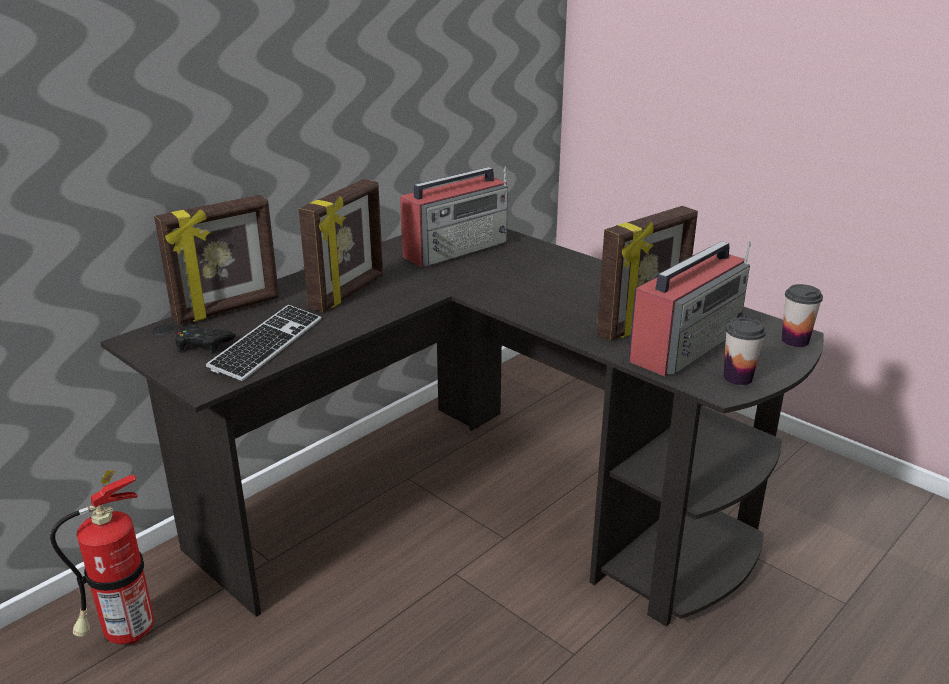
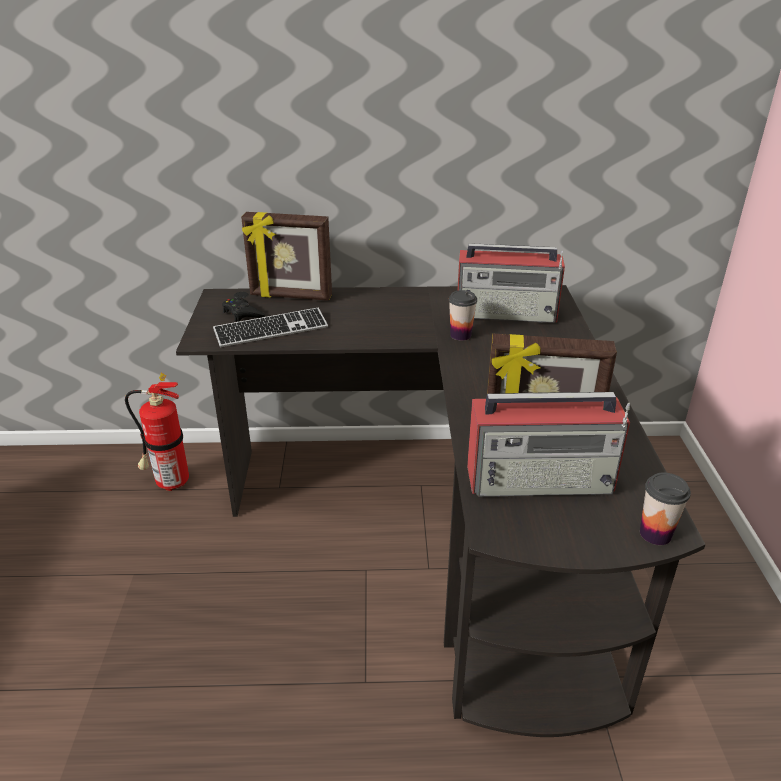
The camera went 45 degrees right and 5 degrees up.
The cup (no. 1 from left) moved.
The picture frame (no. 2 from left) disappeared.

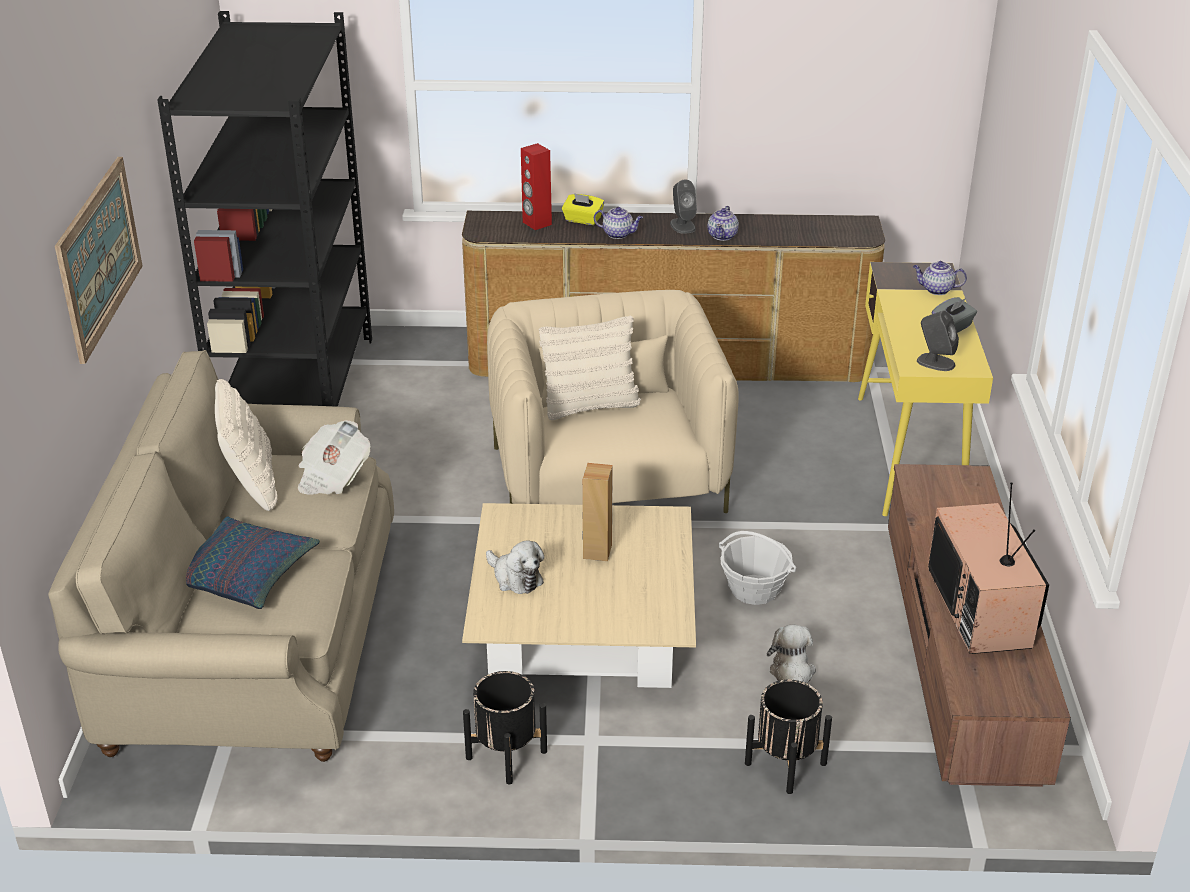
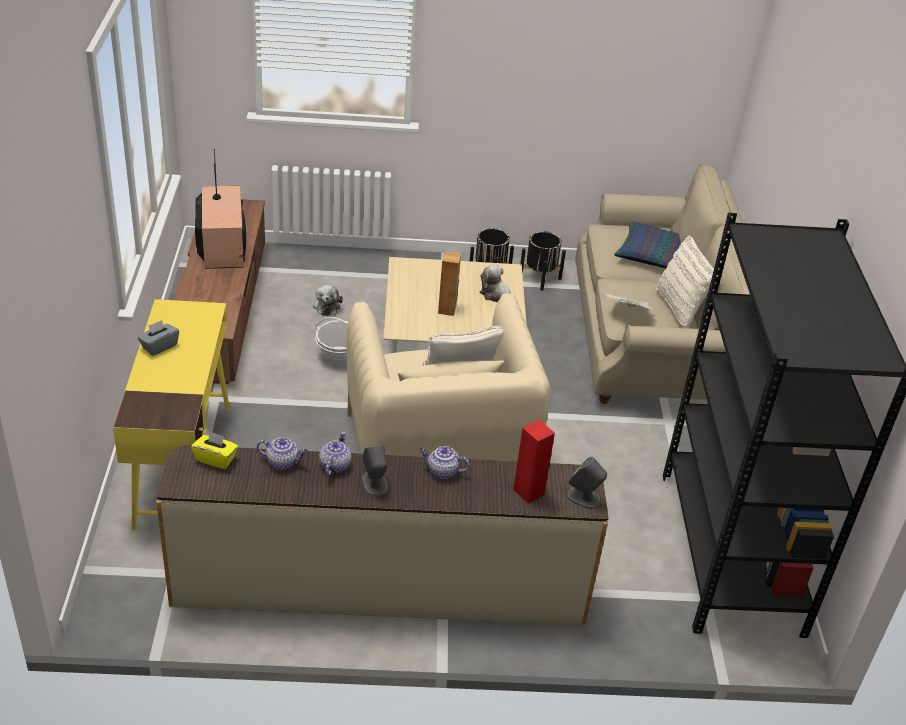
The camera went 175 degrees right and 5 degrees up.
The yellow tissue box moved.
The teapot (no. 3 from left in the first image) moved.
The black planter (no. 2 from left) moved.
The grey speaker (no. 2 from left) moved.
The picture disappeared.

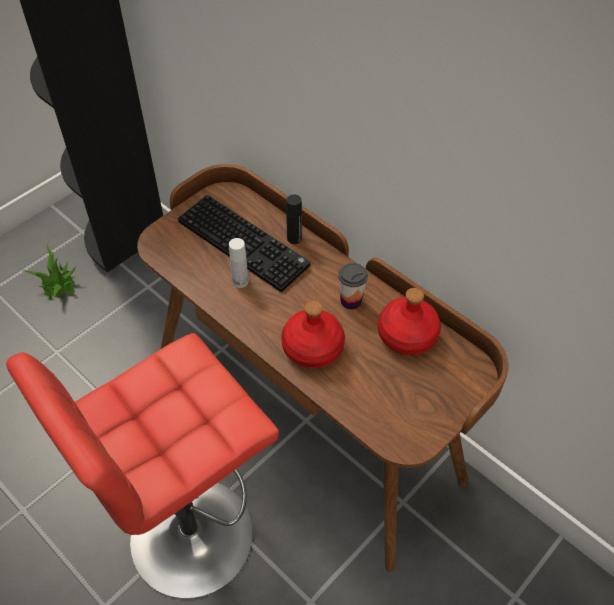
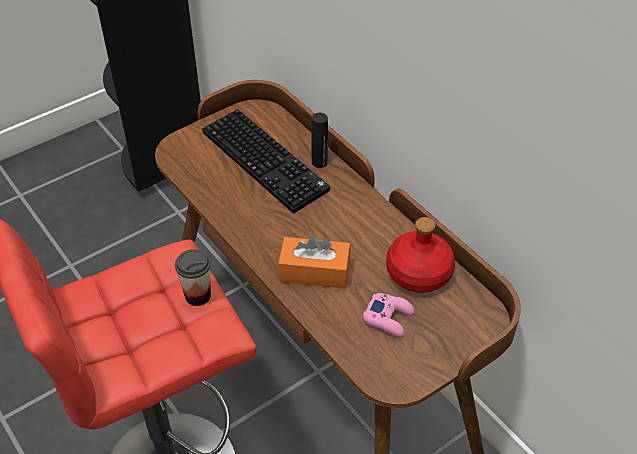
The camera went 10 degrees right and 5 degrees down.
The cup moved.
The red bottle (no. 1 from left) was replaced by the orange tissue box.
The pink game controller appeared.
The potted plant disappeared.
The white bottle disappeared.

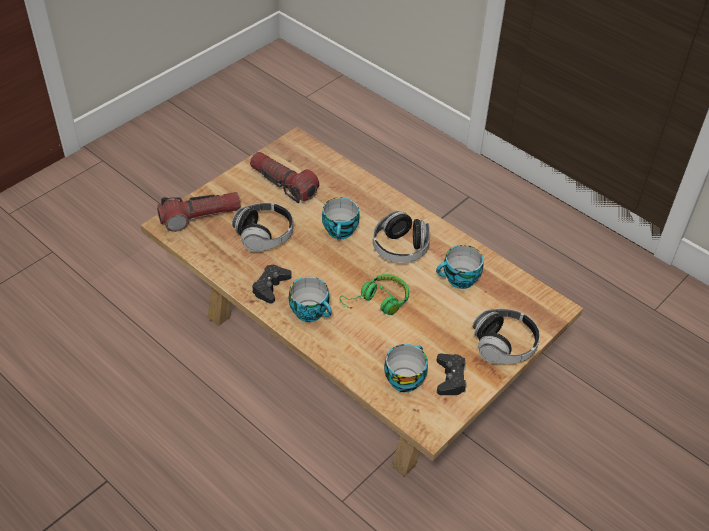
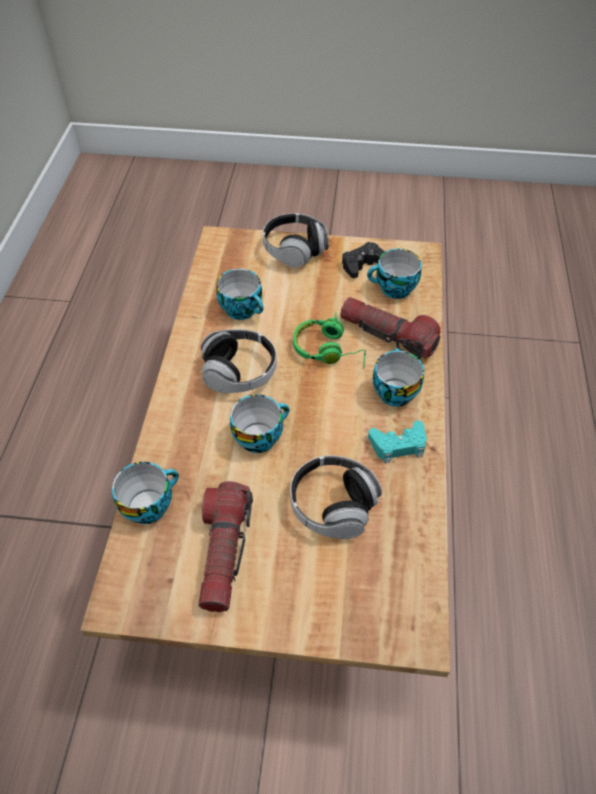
The camera went 125 degrees left and 5 degrees up.
The cup (no. 1 from left) appeared.
The flashlight (no. 1 from left in the first image) moved.
The black game controller (no. 1 from left) became the turquoise game controller.

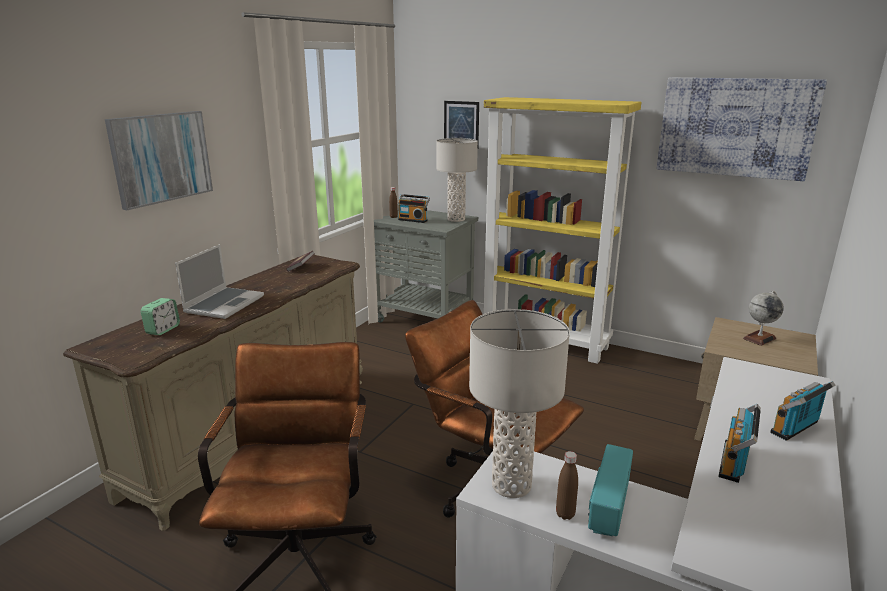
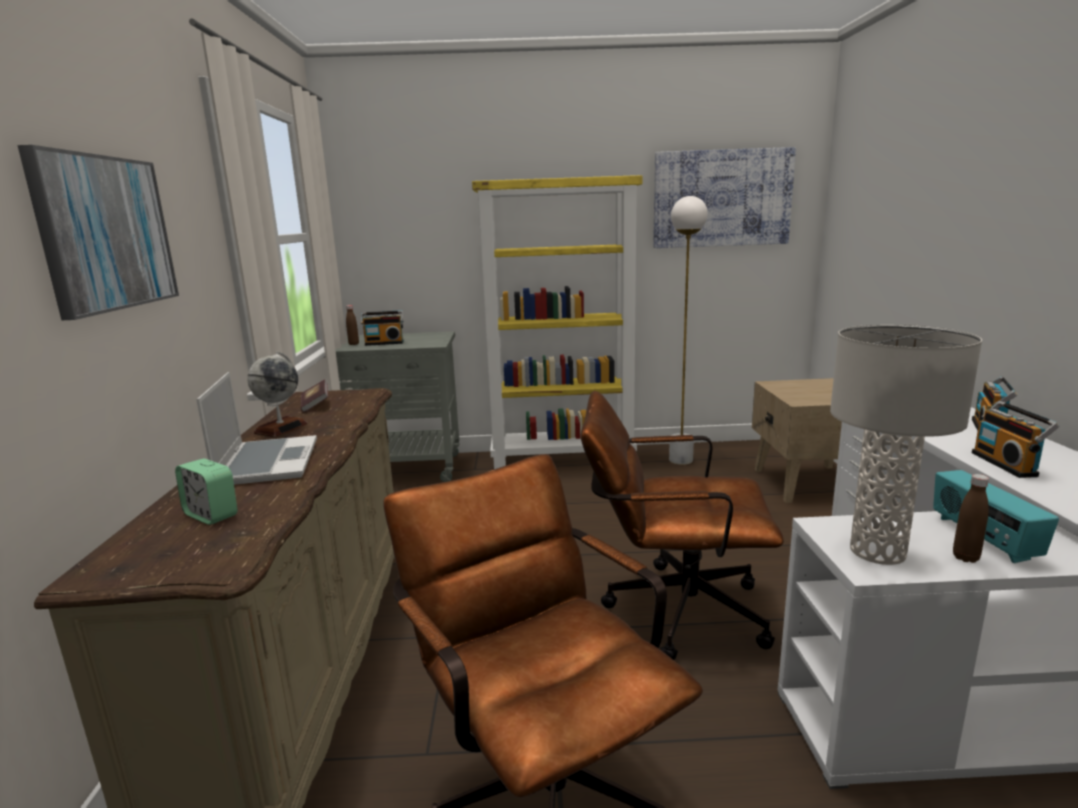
The camera went 30 degrees left and 5 degrees down.
The alarm clock turned 135 degrees clockwise.
The globe moved.
The white floor lamp appeared.
The white table lamp (no. 1 from left) disappeared.
The picture (no. 2 from left) disappeared.

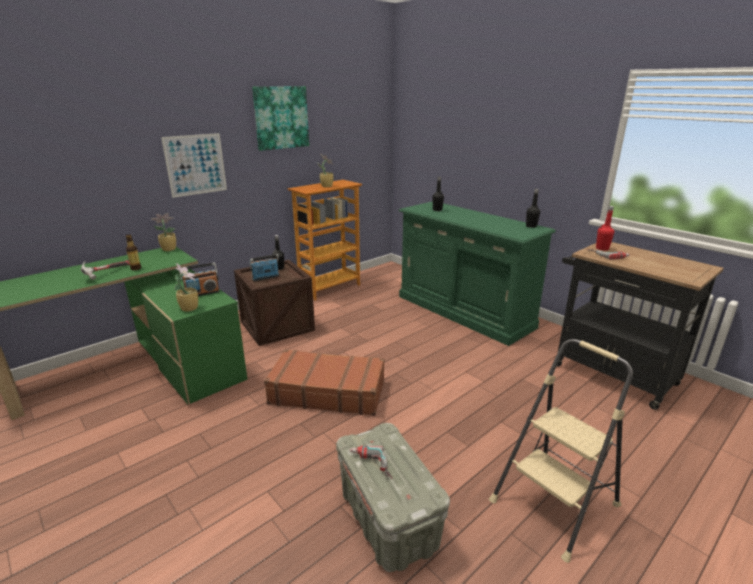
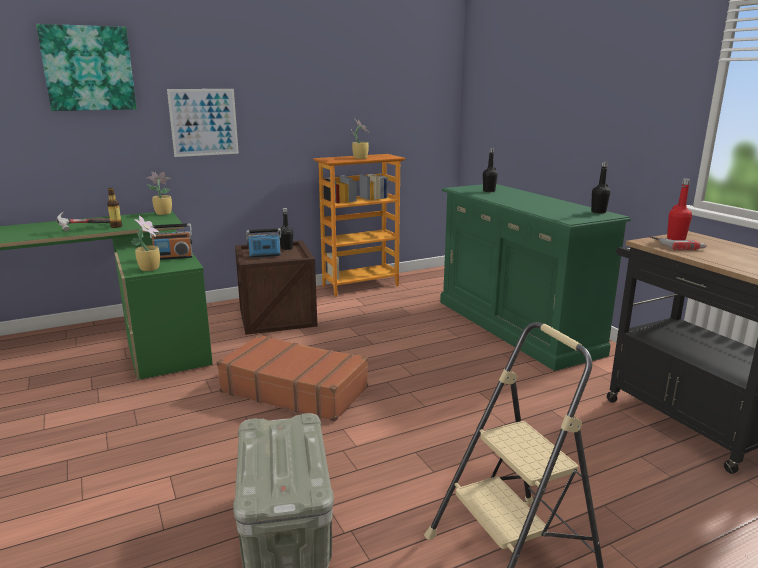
The camera went 15 degrees right and 5 degrees down.
The picture (no. 2 from left in the first image) moved.
The power drill (no. 1 from left) disappeared.

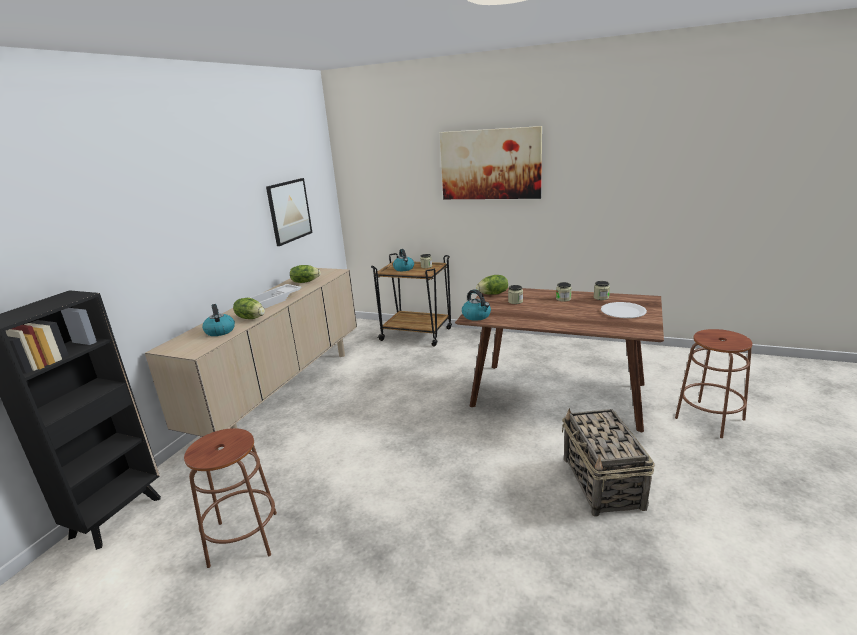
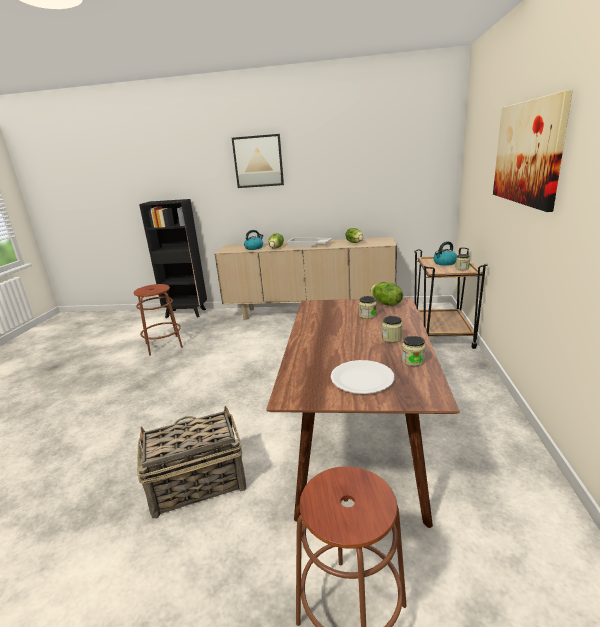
The camera went 75 degrees right and 0 degrees up.
The picture (no. 1 from left) moved.
The kettle (no. 3 from left) disappeared.

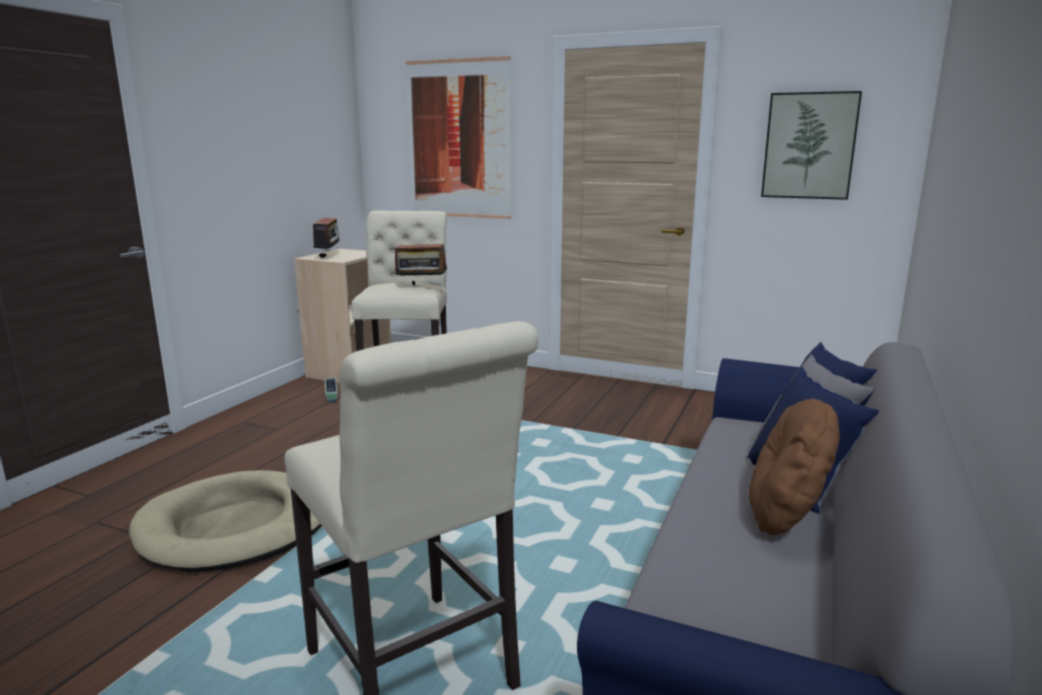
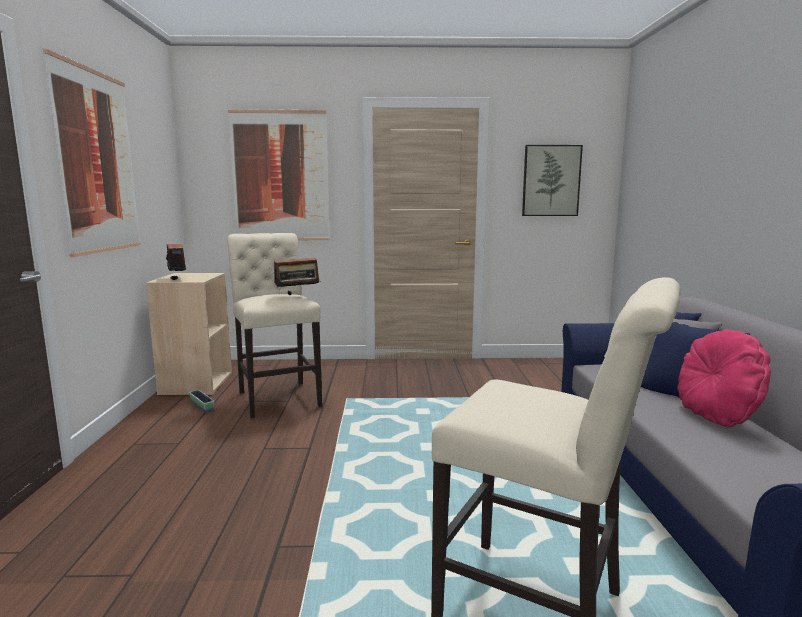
The camera went 25 degrees left and 5 degrees down.
The picture (no. 1 from left) appeared.
The brown pillow became the pink pillow.
The beige dog bed disappeared.

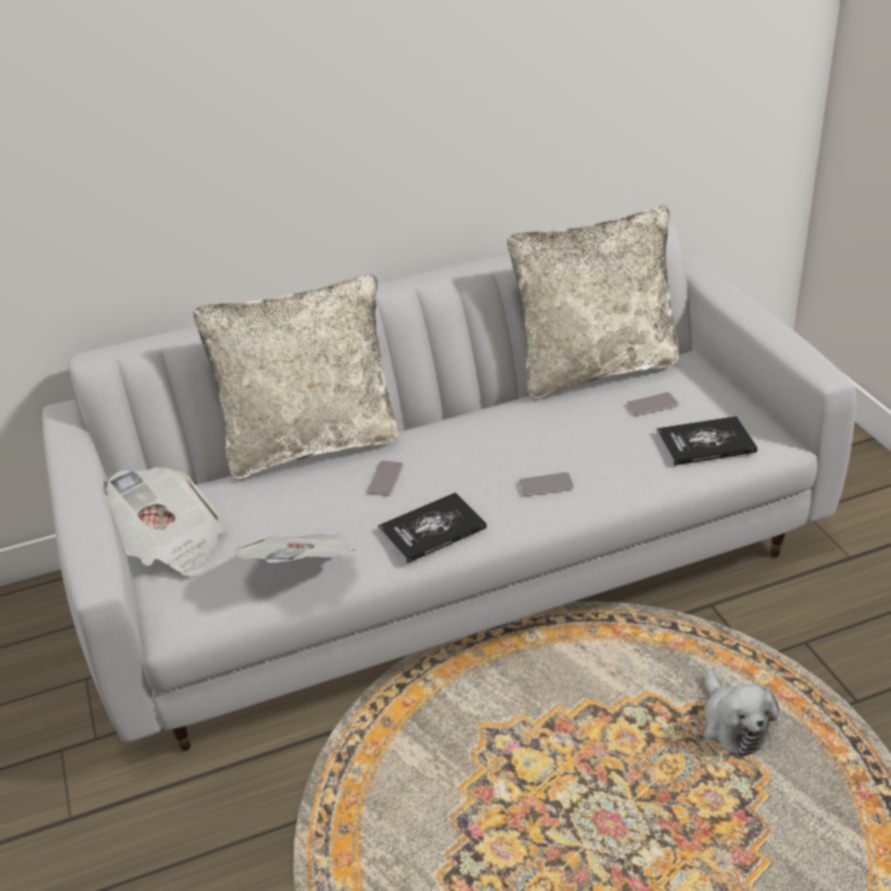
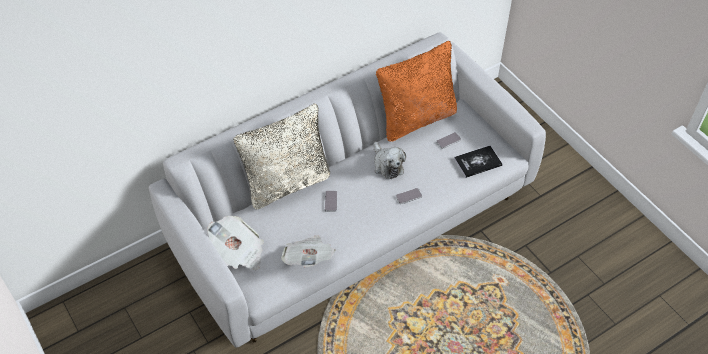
The camera went 15 degrees left and 15 degrees up.
The plush toy moved.
The beige pillow (no. 2 from left) became the orange pillow.
The book (no. 1 from left) disappeared.

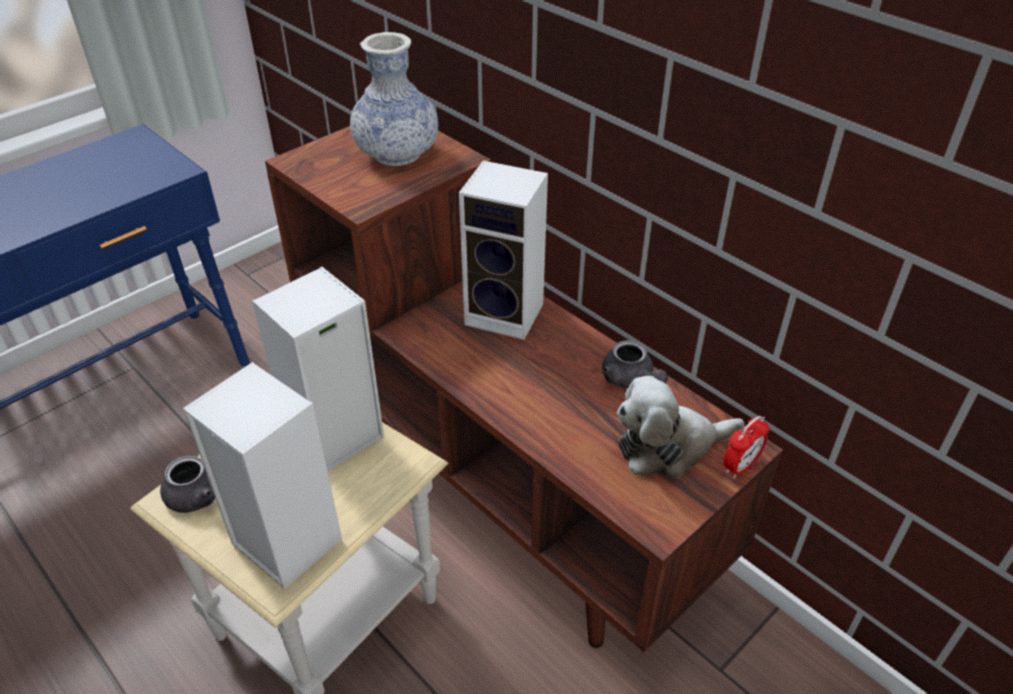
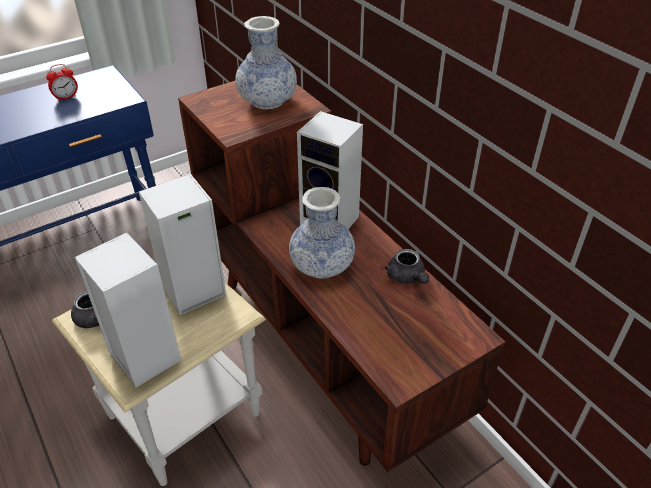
The camera went 10 degrees right and 0 degrees up.
The alarm clock moved.
The vase (no. 2 from left) appeared.
The plush toy disappeared.

